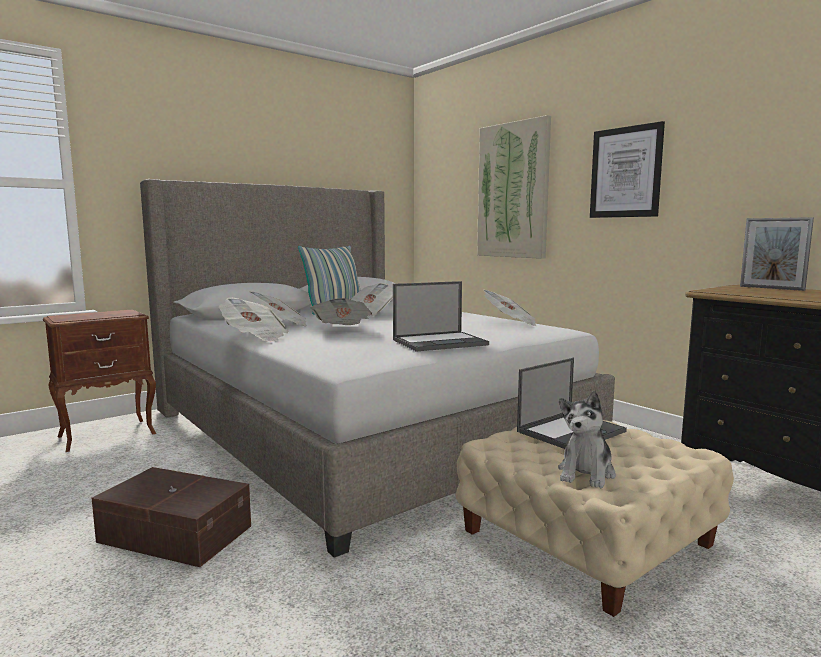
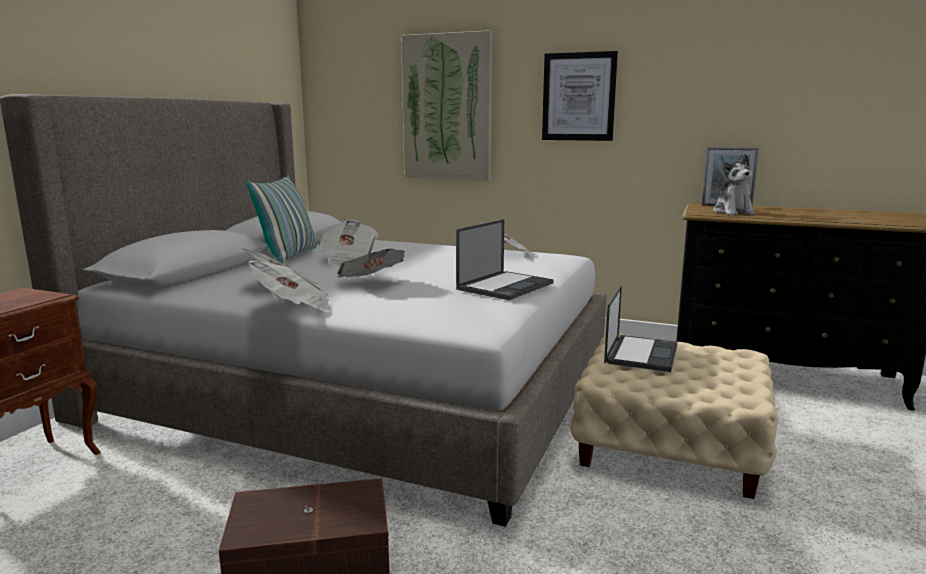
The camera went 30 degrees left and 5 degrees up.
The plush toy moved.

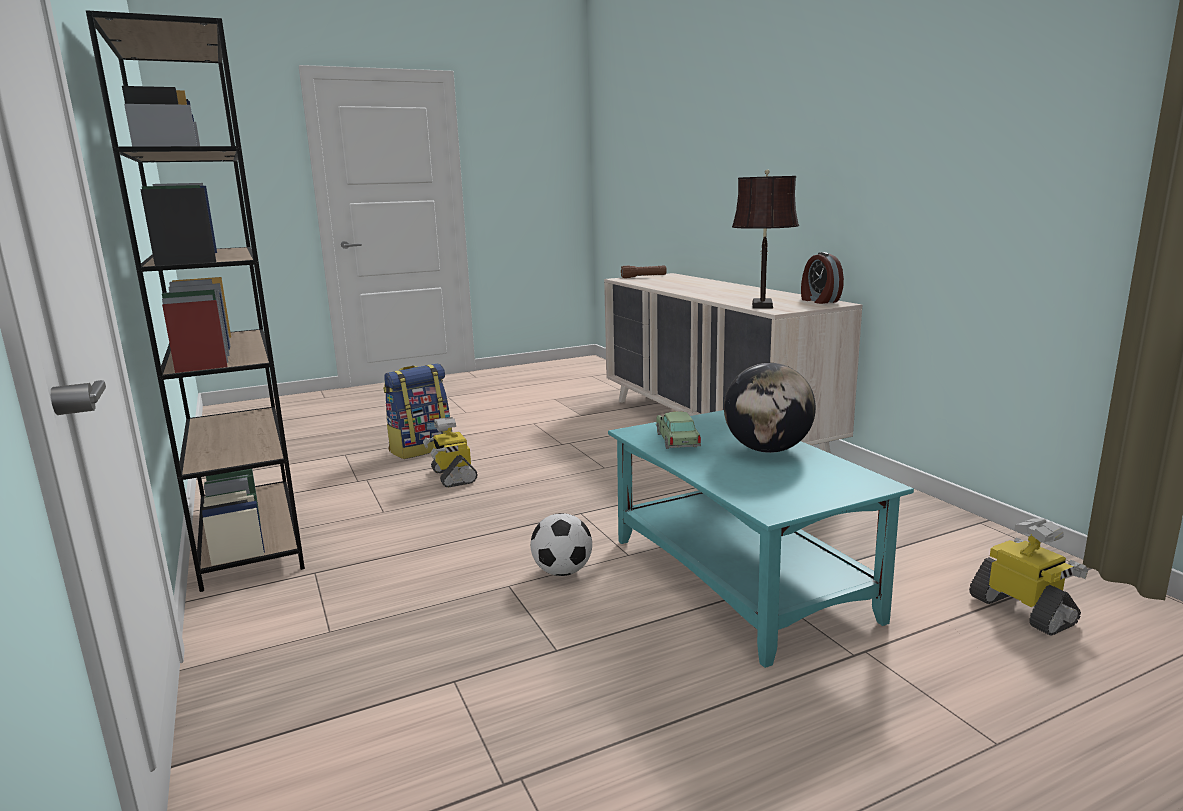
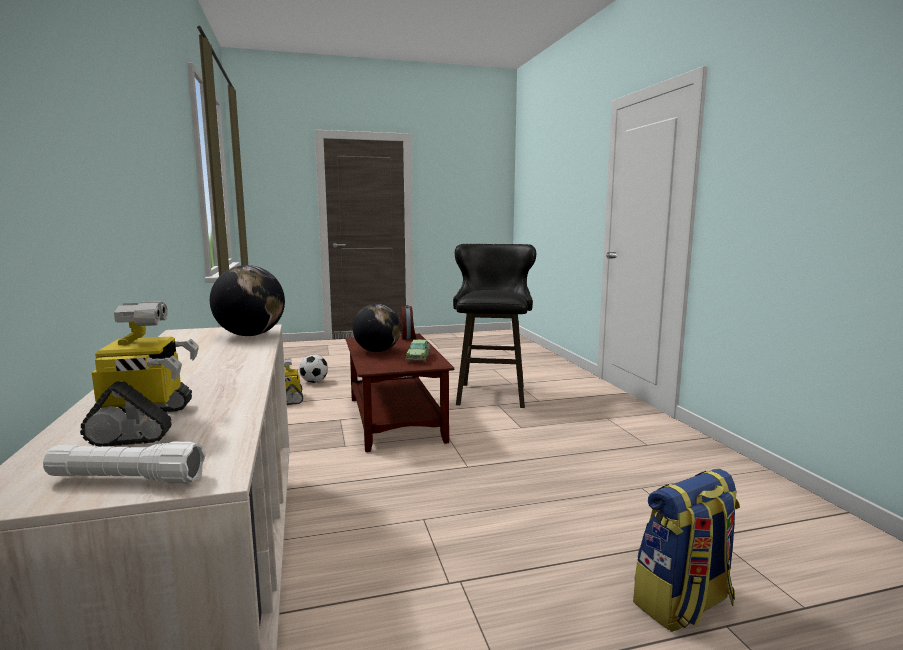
The camera went 170 degrees left and 5 degrees down.
The brown flashlight became the white flashlight.
The toy robot (no. 1 from left) moved.
The brown table lamp was replaced by the globe (no. 1 from left).
The football moved.
The turquoise coffee table became the brown coffee table.
The alarm clock moved.
The black stool appeared.
The beige bookcase disappeared.

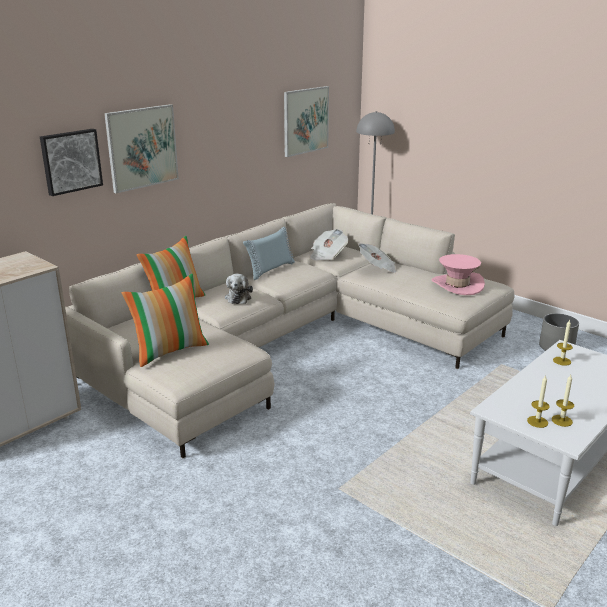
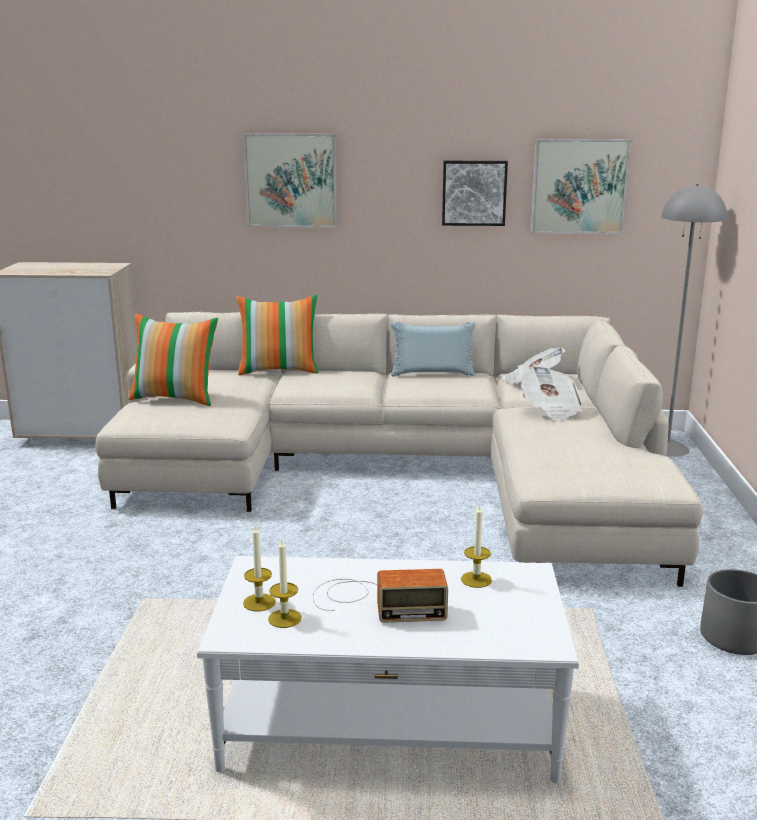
The camera went 50 degrees right and 5 degrees down.
The radio appeared.
The picture (no. 1 from left in the first image) moved.
The plush toy disappeared.
The pink hat disappeared.

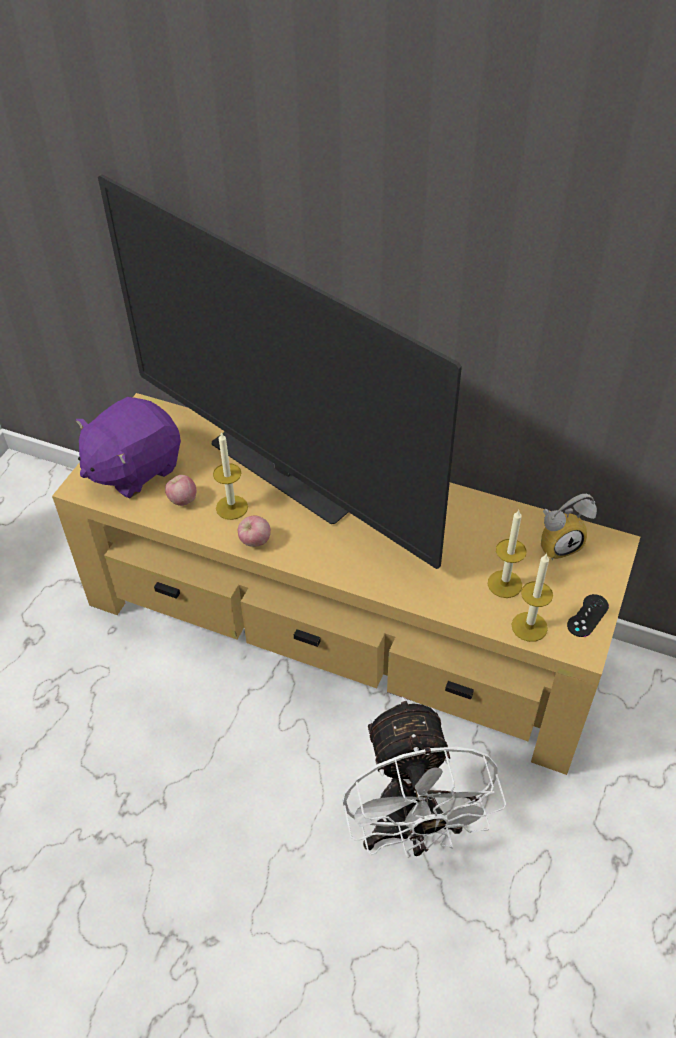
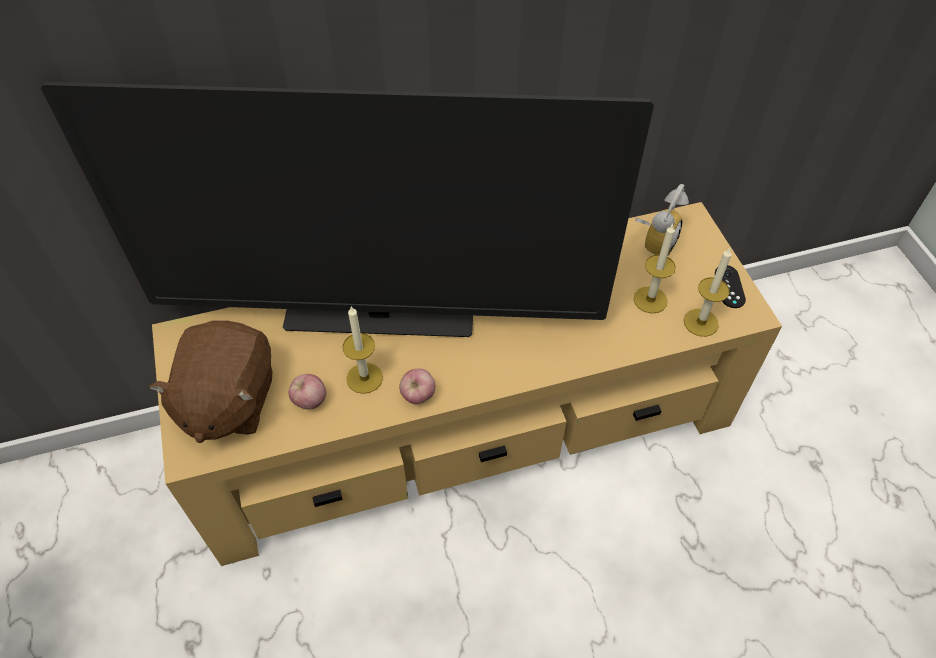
The camera went 40 degrees left and 5 degrees up.
The purple plush toy became the brown plush toy.
The white fan disappeared.

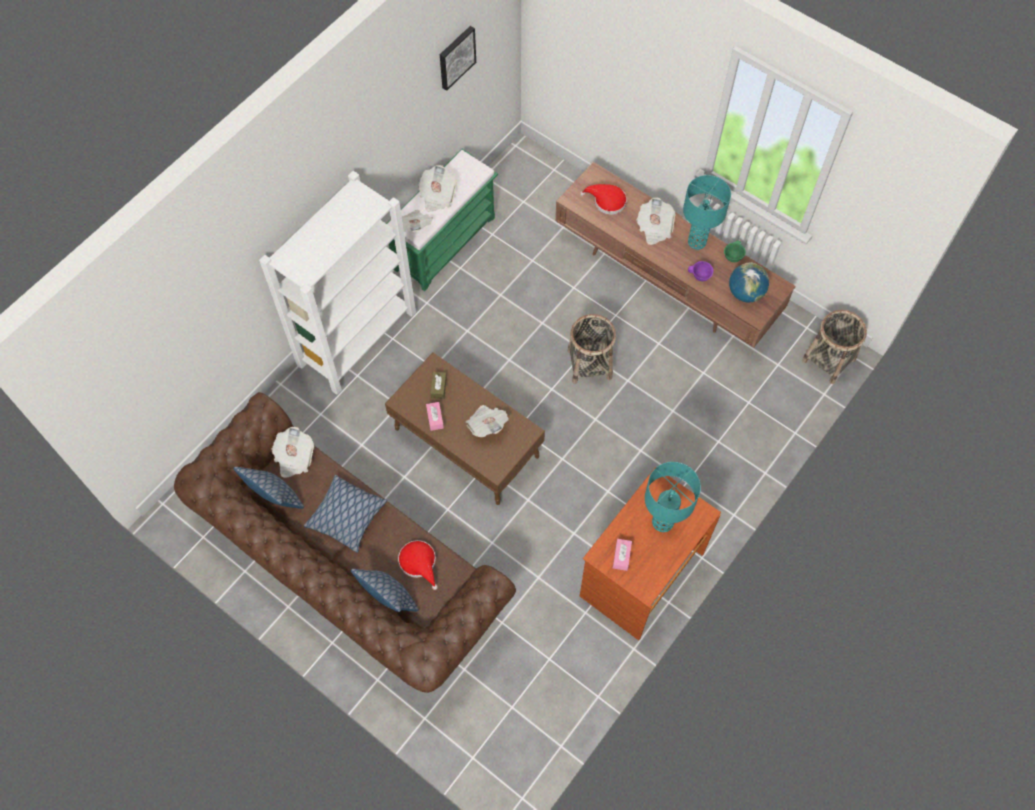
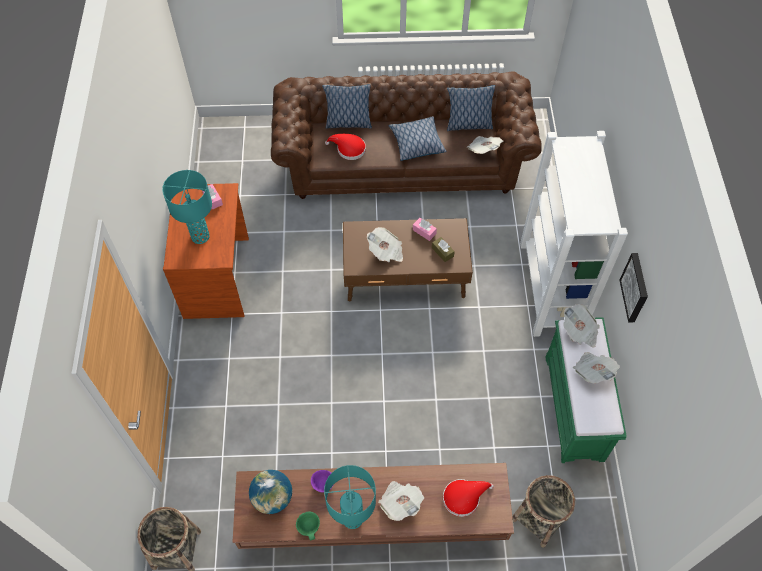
The camera went 140 degrees right and 5 degrees down.
The basket (no. 1 from left in the first image) moved.
The picture moved.

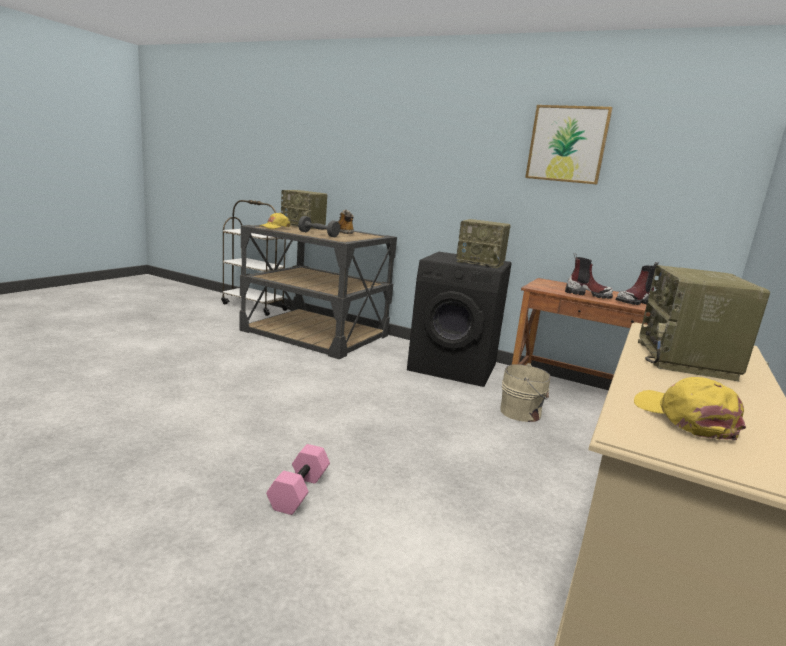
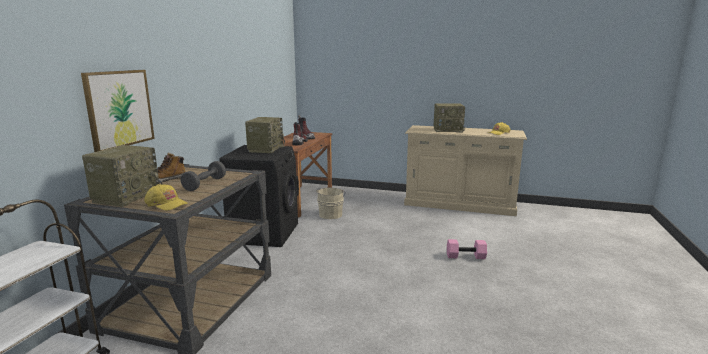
The camera went 100 degrees left and 0 degrees up.
The picture moved.

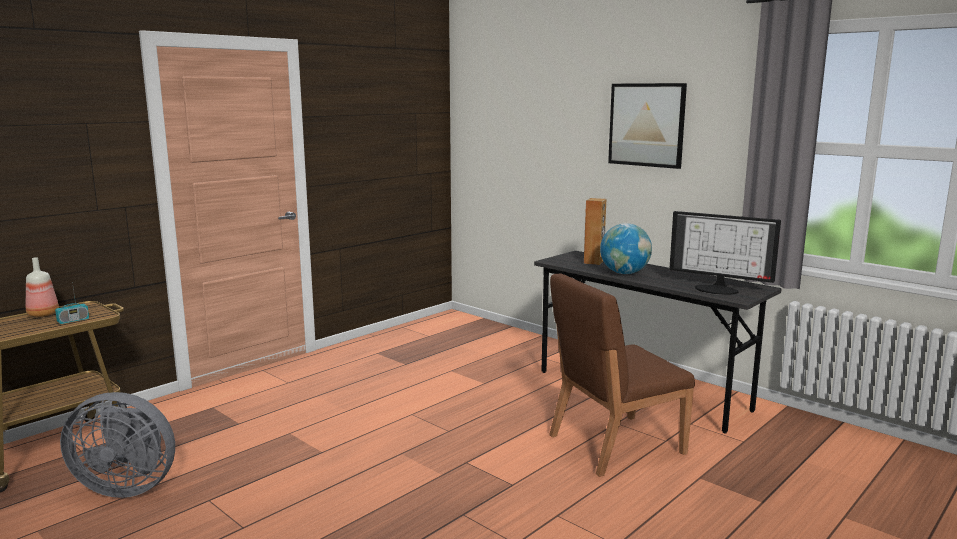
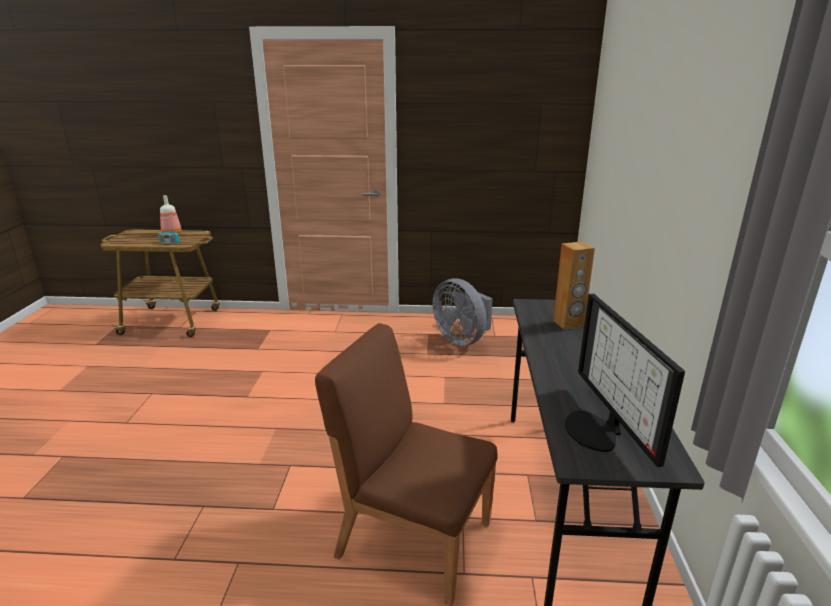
The camera went 50 degrees right and 10 degrees up.
The grey fan moved.
The globe disappeared.
The picture disappeared.

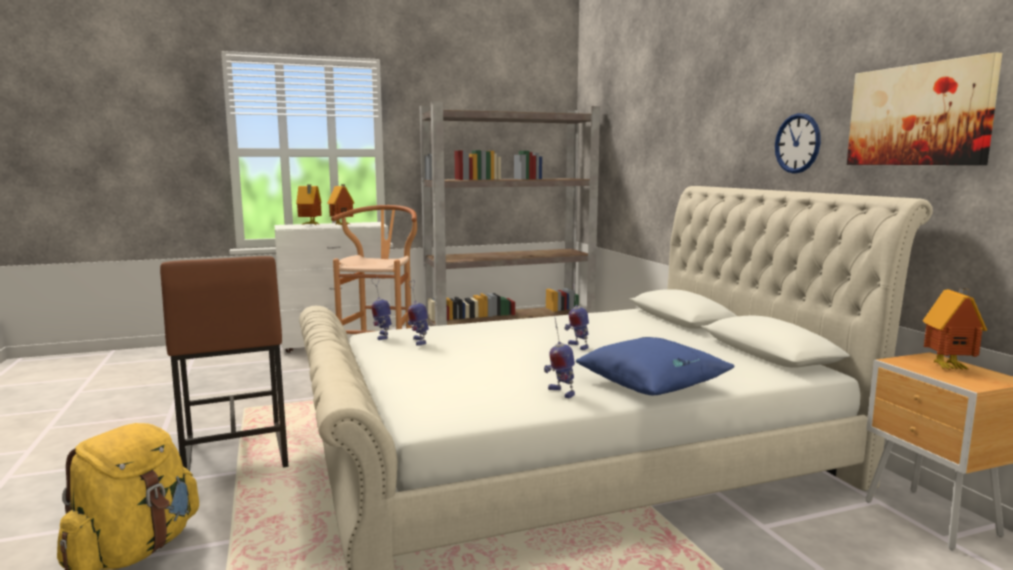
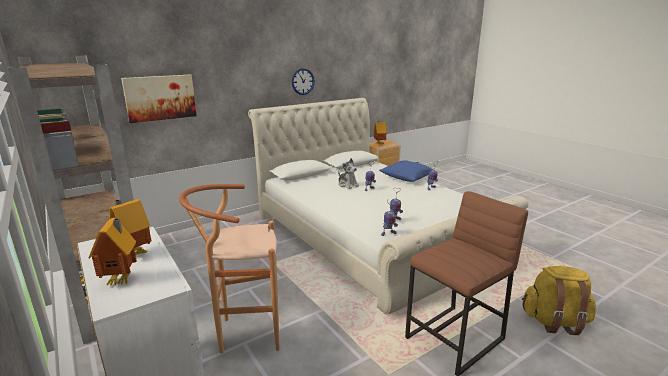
The camera went 105 degrees left and 10 degrees up.
The picture moved.
The plush toy appeared.

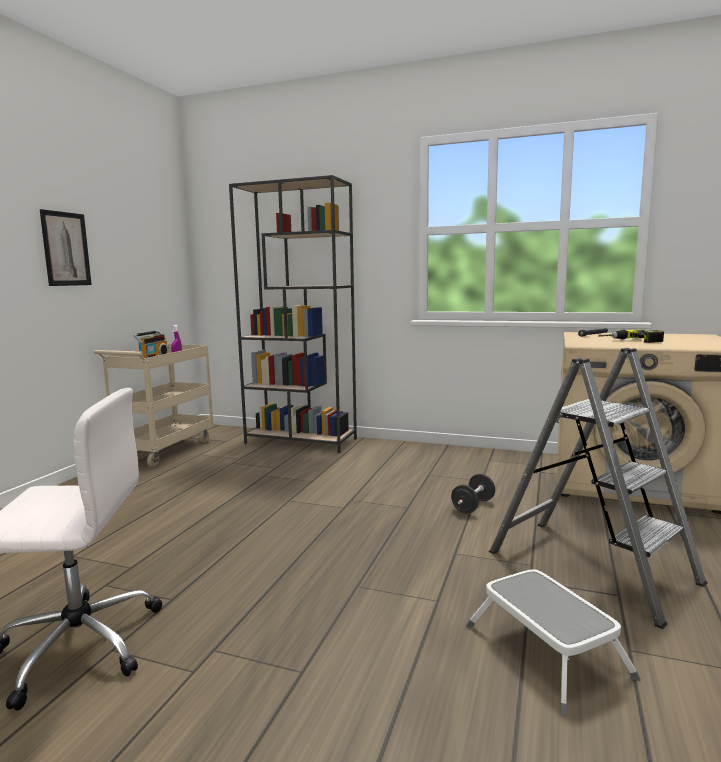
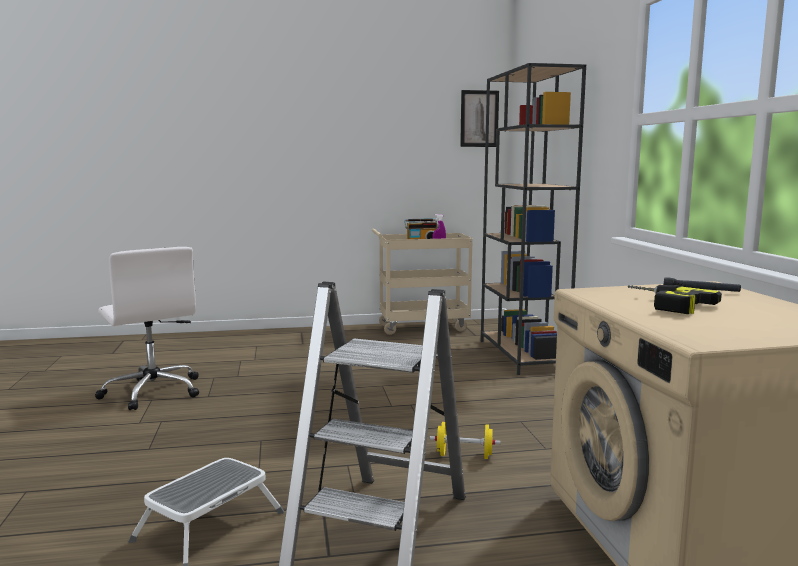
The camera went 60 degrees right and 0 degrees up.
The black dumbbell became the yellow dumbbell.
The picture moved.

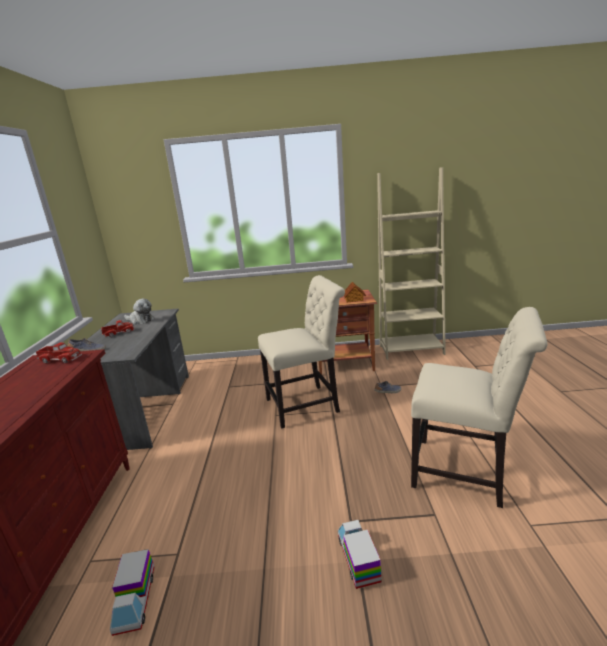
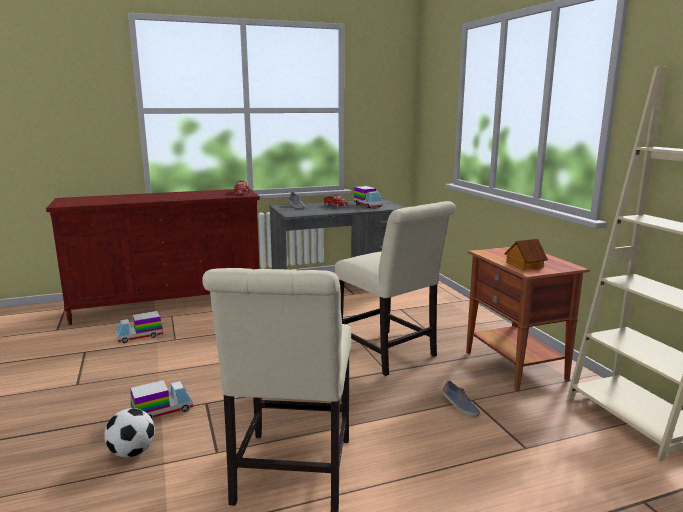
The camera went 70 degrees right and 5 degrees down.
The football appeared.
The plush toy was replaced by the toy truck (no. 5 from left).

